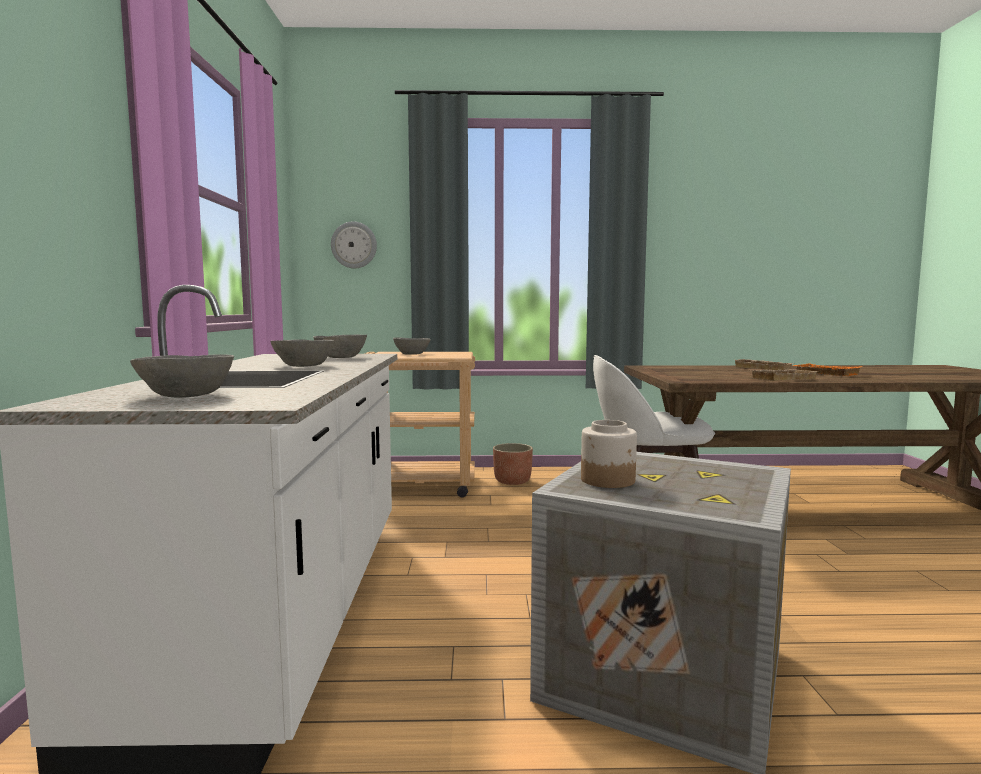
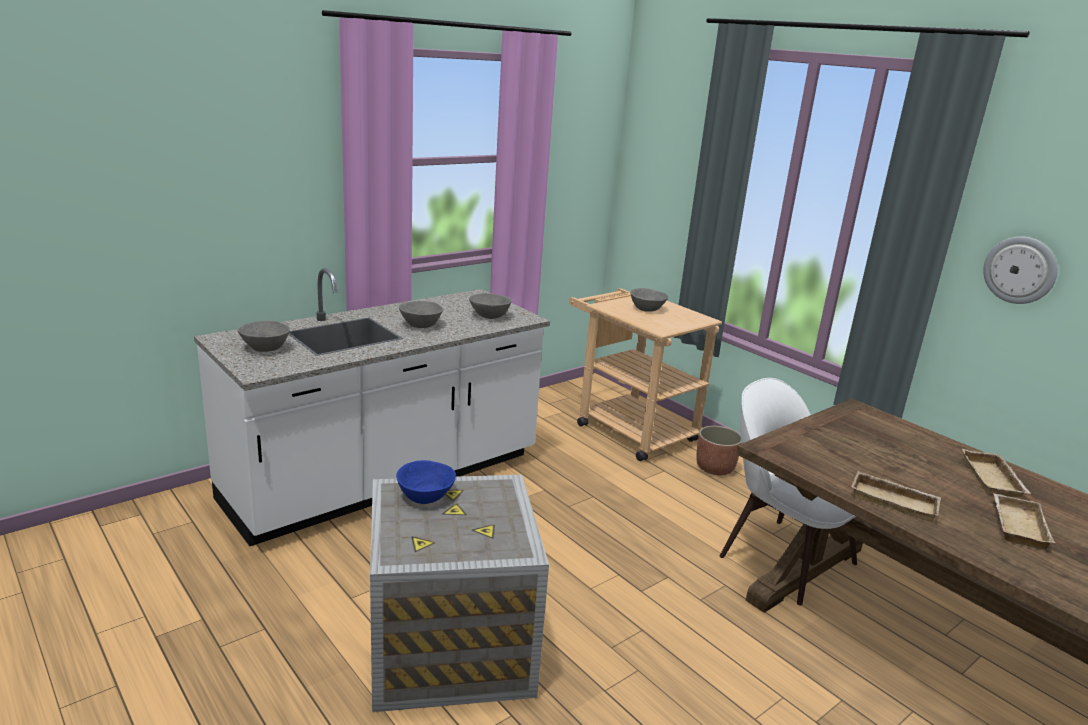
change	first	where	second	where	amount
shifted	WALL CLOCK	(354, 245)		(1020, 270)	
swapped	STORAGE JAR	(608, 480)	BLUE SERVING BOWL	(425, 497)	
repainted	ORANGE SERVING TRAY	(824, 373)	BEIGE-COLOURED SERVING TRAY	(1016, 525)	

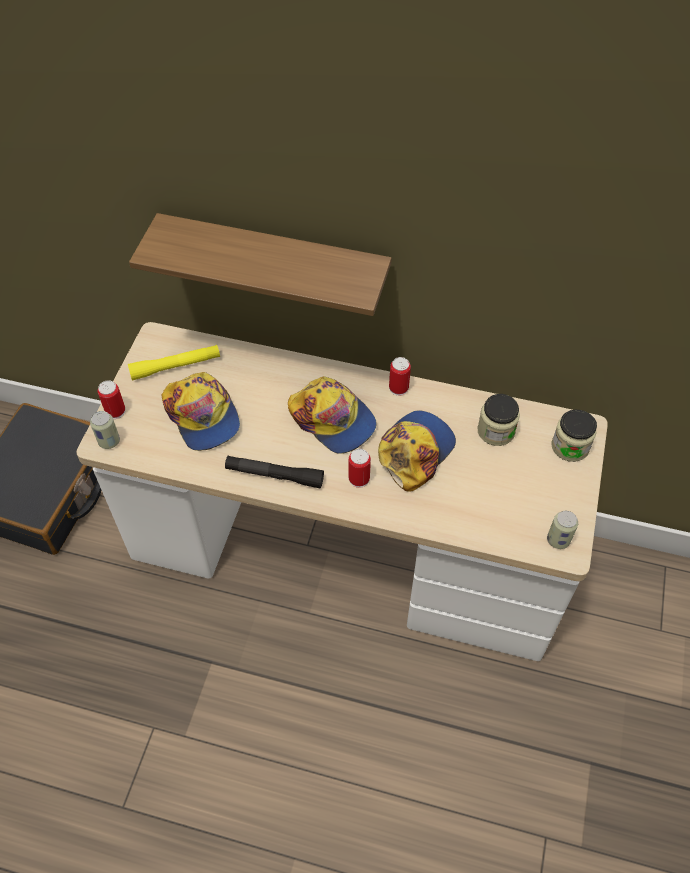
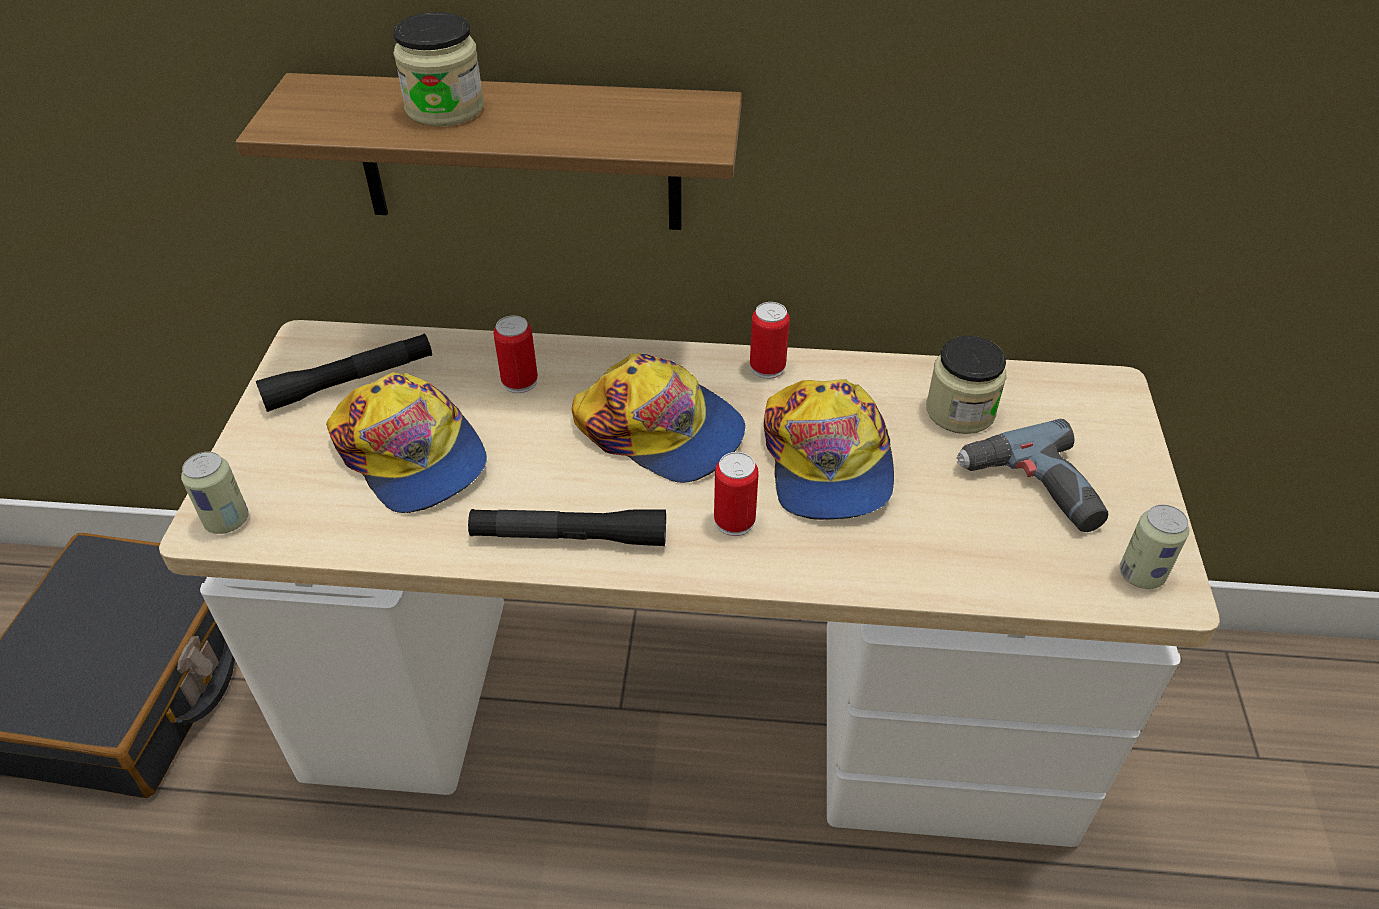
change	first	where	second	where	amount
new			ELECTRIC DRILL	(1032, 491)	
shifted	CAN	(115, 411)		(519, 381)	
shifted	STORAGE JAR	(570, 446)		(445, 108)	
repainted	YELLOWISH HAND TORCH	(175, 366)	BLACK HAND TORCH	(350, 381)	
rotated	PEAKED CAP	(415, 451)		(826, 462)	150 degrees clockwise

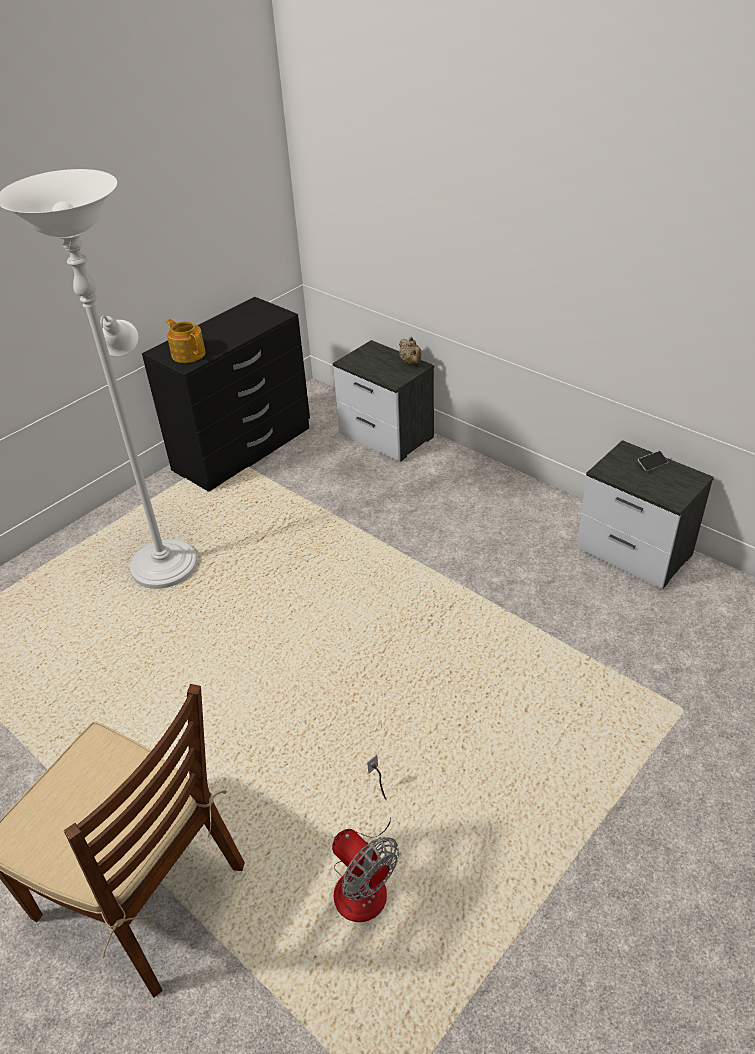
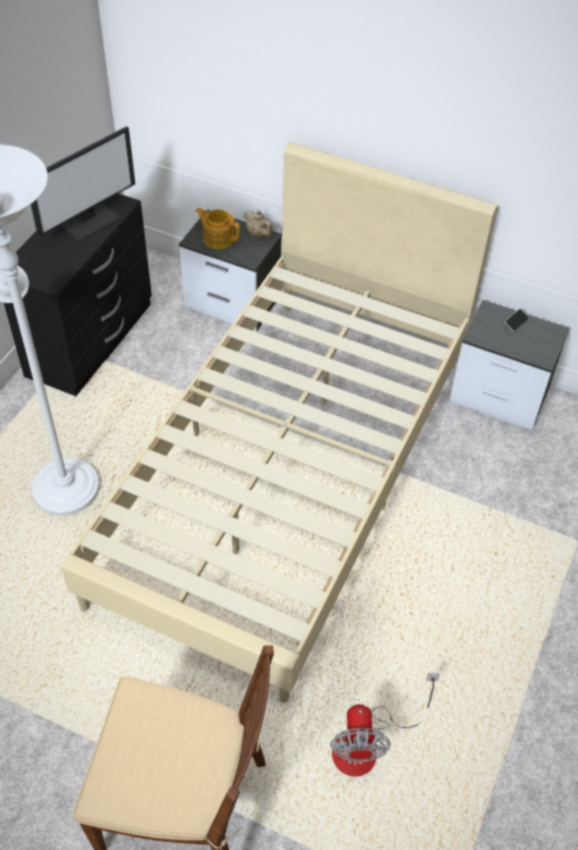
change	first	where	second	where	amount
new			COMPUTER DISPLAY	(89, 220)	
new			BEIGE-COLOURED SLEEPING BED	(287, 473)	
shifted	POT FOR TEA	(188, 354)		(218, 238)	
rotated	COOLING FAN	(364, 876)		(367, 744)	60 degrees clockwise

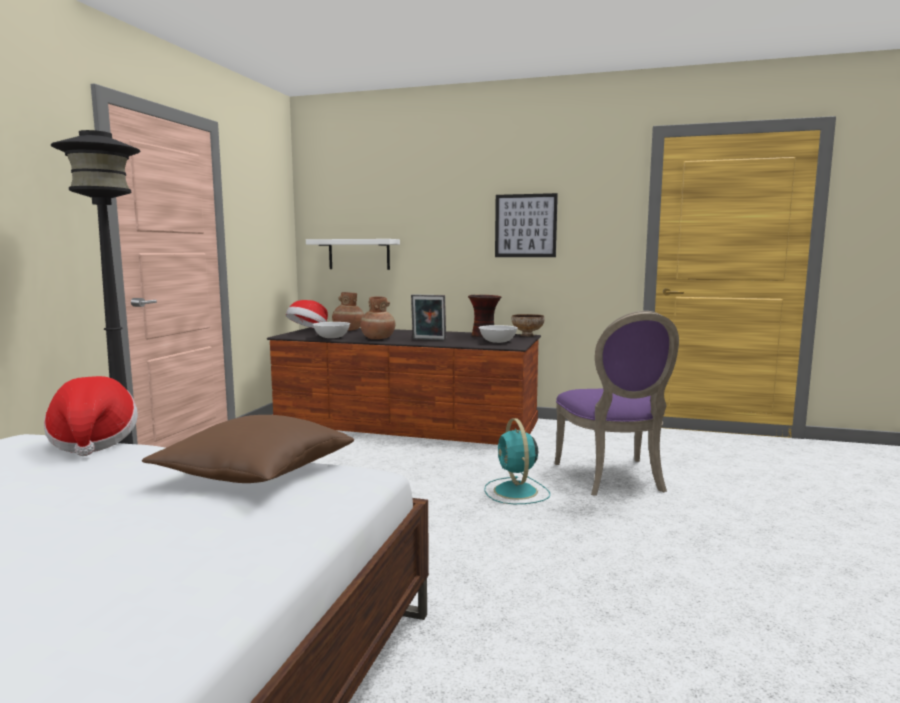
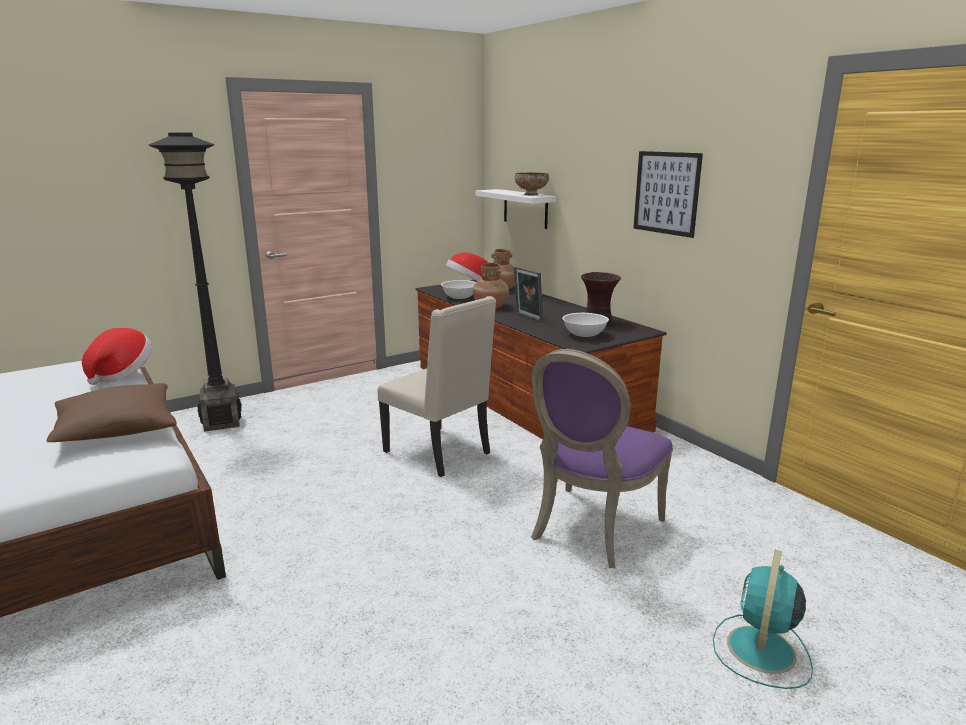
change	first	where	second	where	amount
new			BEIGE-COLOURED PLAIN CHAIR	(440, 453)	
shifted	TURQUOISE COOLING FAN	(516, 492)		(760, 651)	
shifted	SERVING BOWL	(527, 335)		(530, 194)	

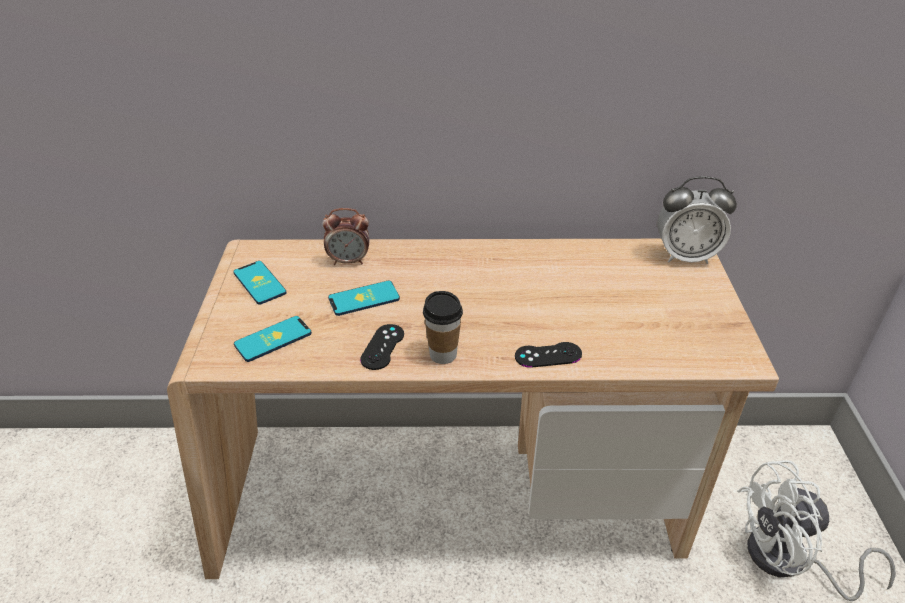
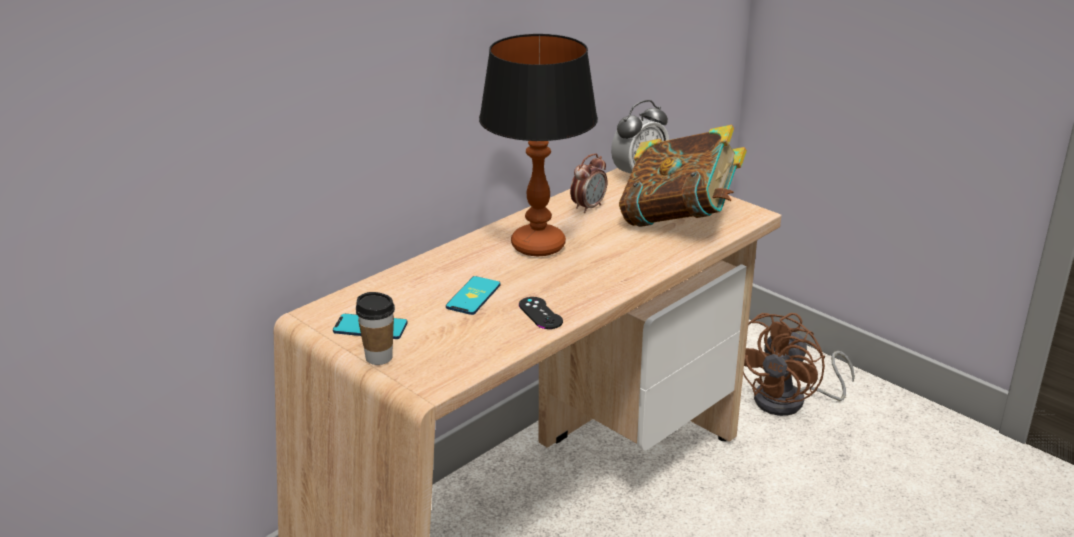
change	first	where	second	where	amount
gone	HANDSET	(273, 339)			
gone	BLACK GAMEPAD	(548, 355)			
new			TABLE LAMP	(539, 246)	
new			BOUND BOOK	(679, 220)	
shifted	BEDSIDE CLOCK	(349, 261)		(588, 207)	
shifted	DRINKING CUP	(443, 355)		(379, 357)	
repainted	WHITISH COOLING FAN	(789, 562)	BROWN COOLING FAN	(790, 401)	

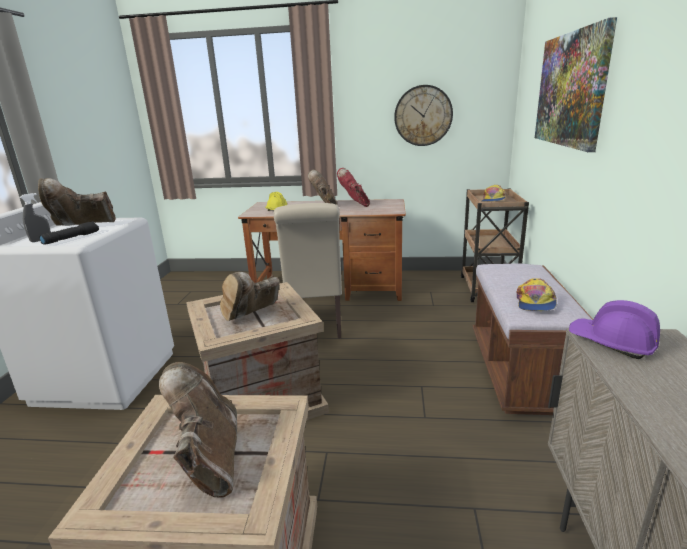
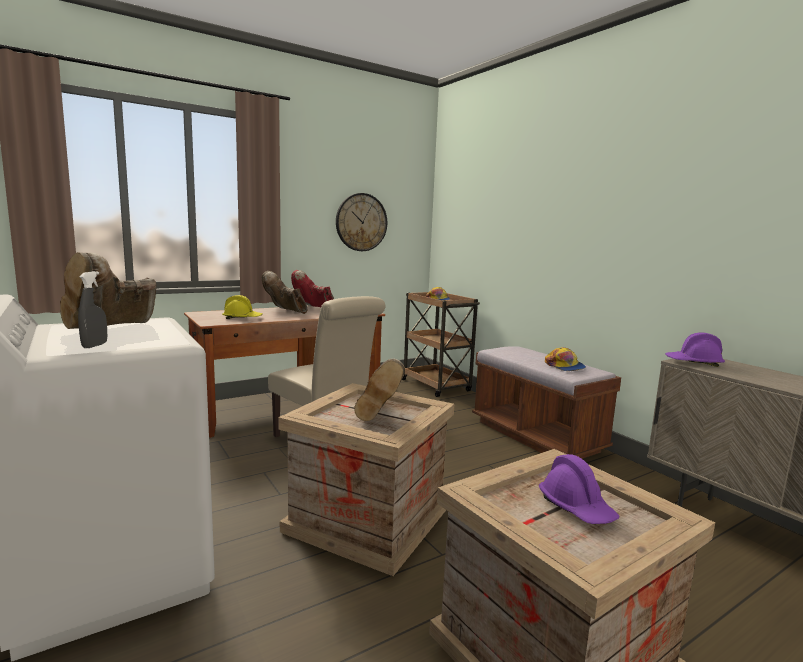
change	first	where	second	where	amount
gone	BLACK HAND TORCH	(71, 238)			
gone	WALL ART	(570, 90)			
swapped	BROWN TALL BOOT	(210, 459)	PURPLE SAFETY HELMET	(576, 508)	

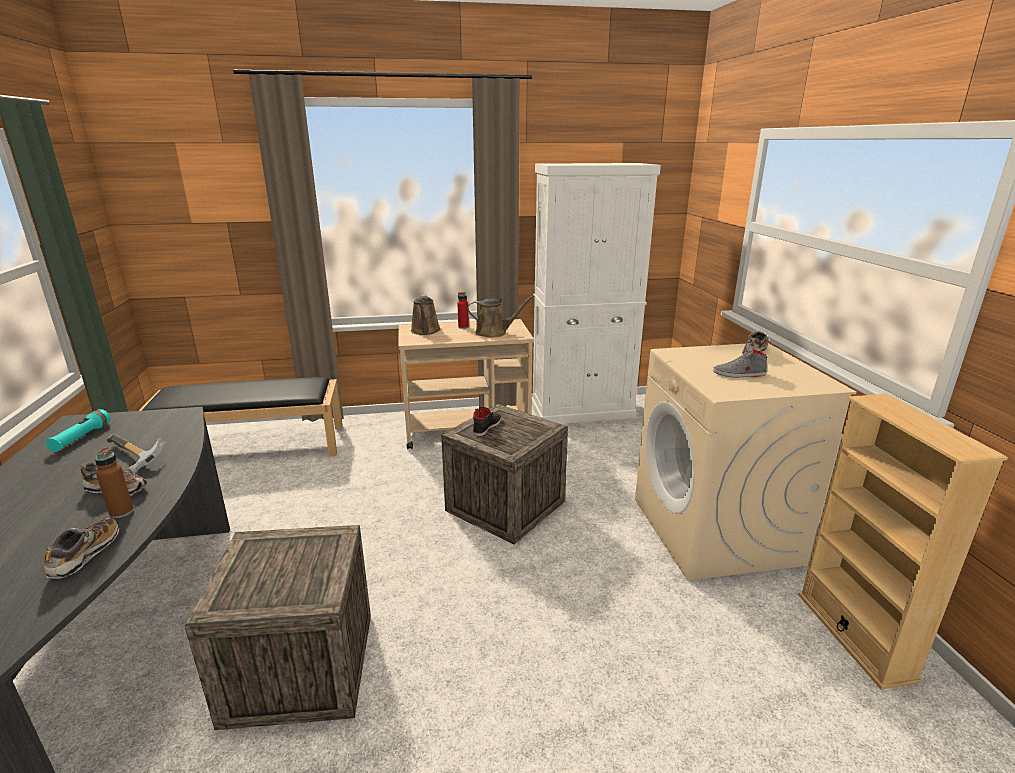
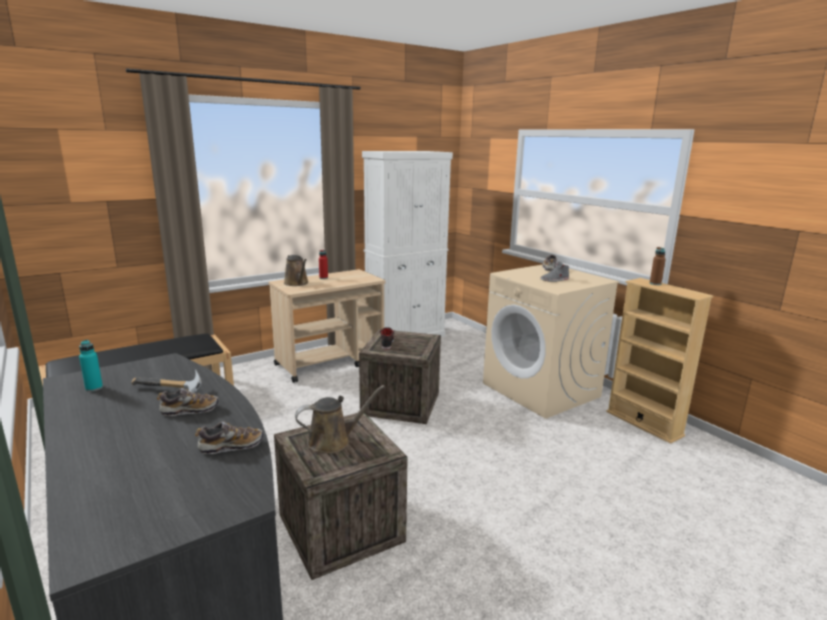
change	first	where	second	where	amount
shifted	BROWN BOTTLE	(122, 512)		(655, 283)	
shifted	BROWN WATERING POT	(494, 333)		(333, 441)	
swapped	TURQUOISE HAND TORCH	(81, 437)	TURQUOISE BOTTLE	(94, 388)	
rotated	ITEM OF FOOTWEAR	(85, 555)		(231, 446)	90 degrees clockwise

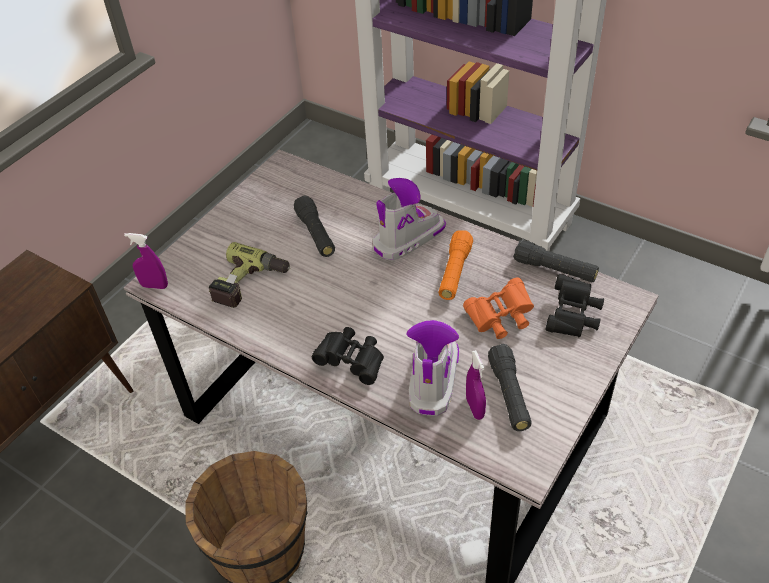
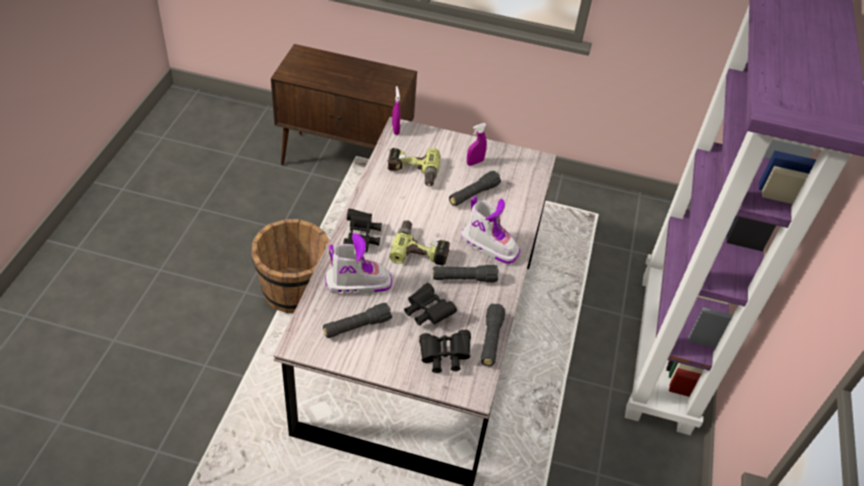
change	first	where	second	where	amount
new			ELECTRIC DRILL	(421, 249)	
shifted	PURPLE SPRAYER	(475, 408)		(475, 162)	
repainted	ORANGE HAND TORCH	(454, 272)	BLACK HAND TORCH	(464, 279)	
repainted	ORANGE BINOCULARS	(500, 318)	BLACK BINOCULARS	(427, 312)	

